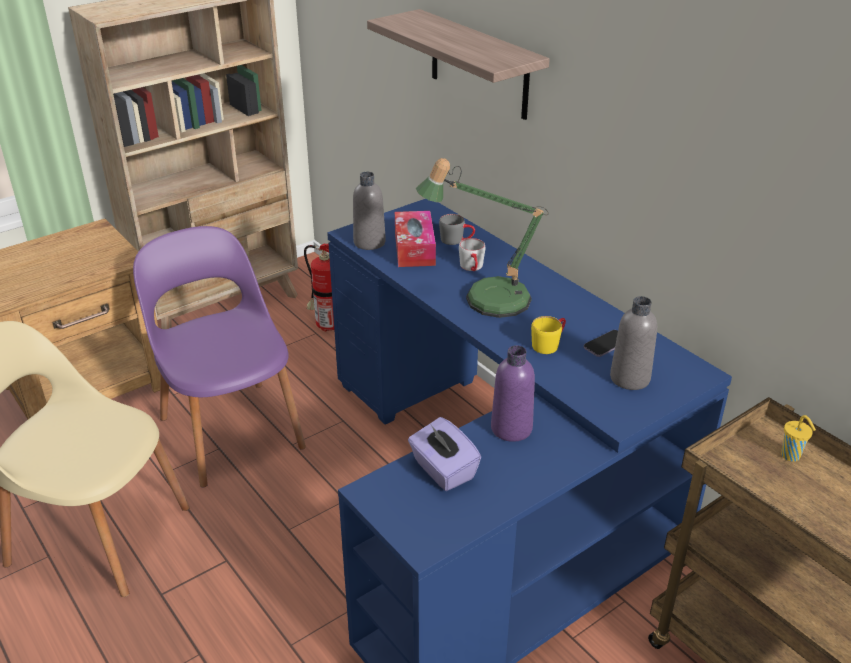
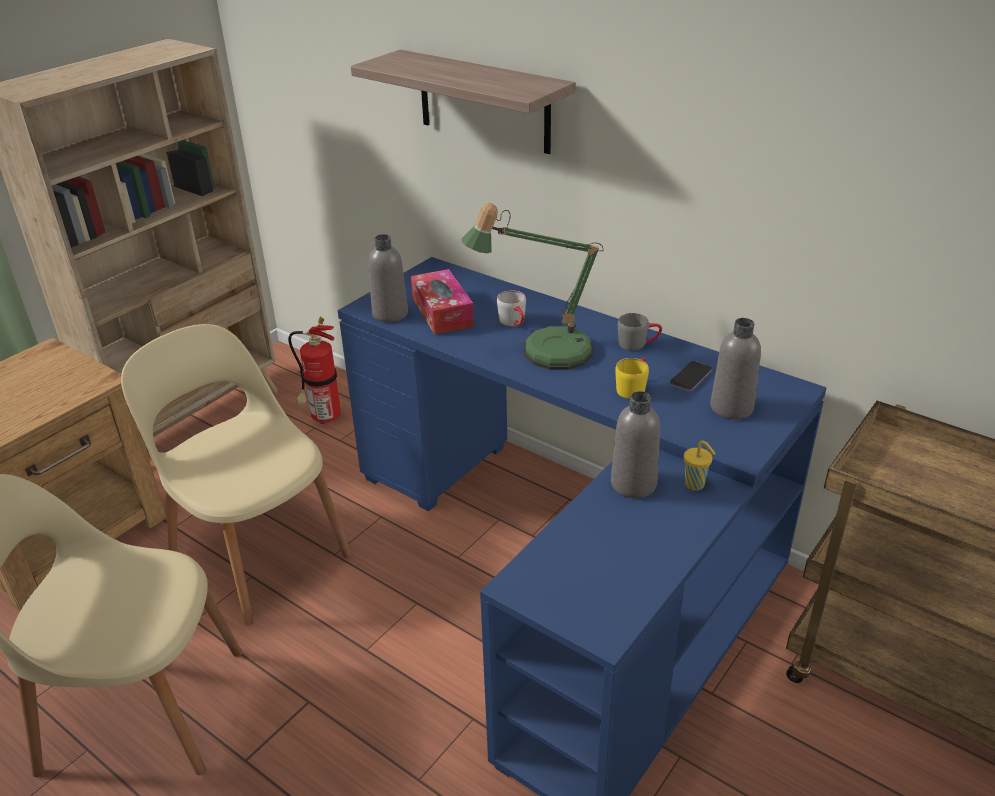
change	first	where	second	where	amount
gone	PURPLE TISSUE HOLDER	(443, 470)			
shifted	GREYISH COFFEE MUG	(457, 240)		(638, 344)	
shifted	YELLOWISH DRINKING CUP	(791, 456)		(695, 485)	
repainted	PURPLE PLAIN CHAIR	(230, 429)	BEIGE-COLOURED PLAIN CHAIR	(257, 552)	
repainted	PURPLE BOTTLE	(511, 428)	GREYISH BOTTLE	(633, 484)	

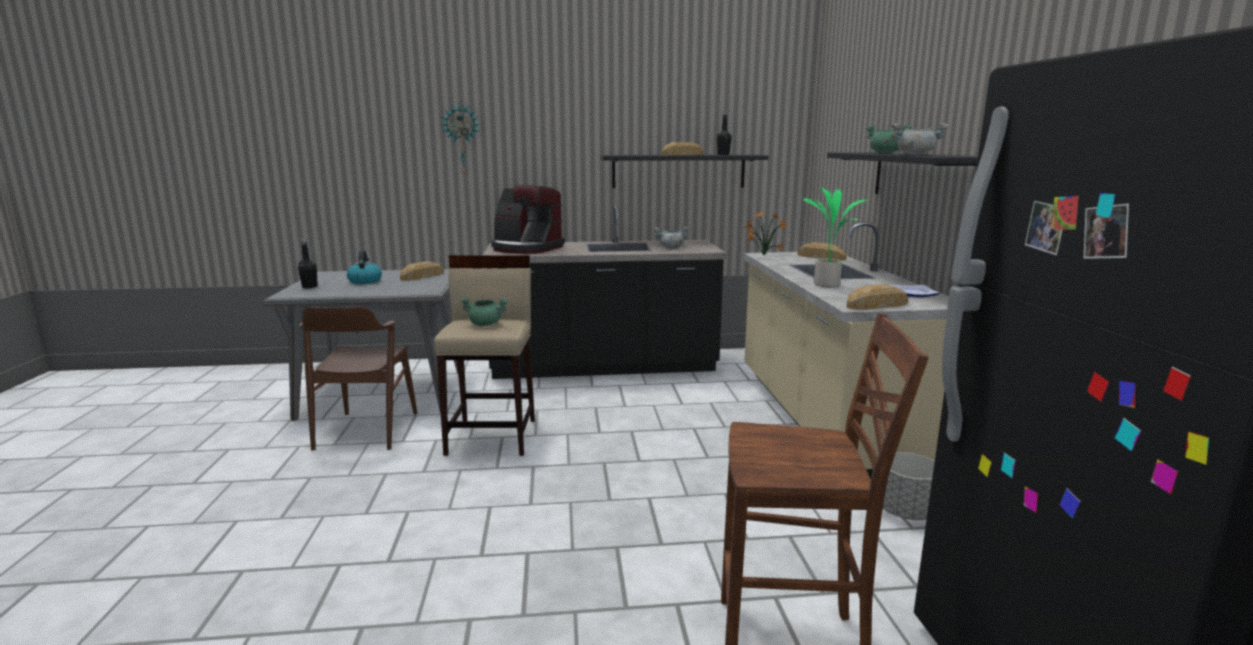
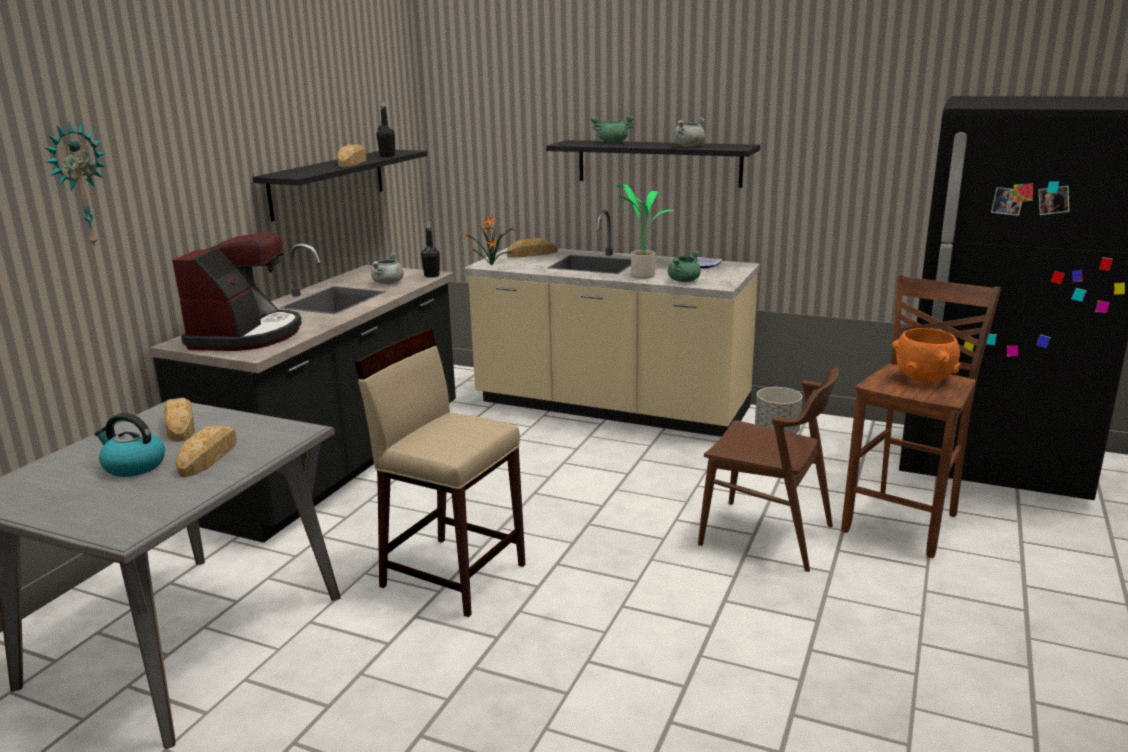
change	first	where	second	where	amount
new			ORANGE SERVING BOWL	(923, 378)	
shifted	BLACK BOTTLE	(310, 287)		(432, 276)	
shifted	BROWN PLAIN CHAIR	(366, 430)		(766, 535)	
shifted	GREEN-COLOURED COOKING POT	(486, 324)		(683, 280)	
shifted	BAKED BREAD	(877, 305)		(209, 456)	
rotated	COFFEE MAKER	(526, 248)		(246, 335)	45 degrees counterclockwise

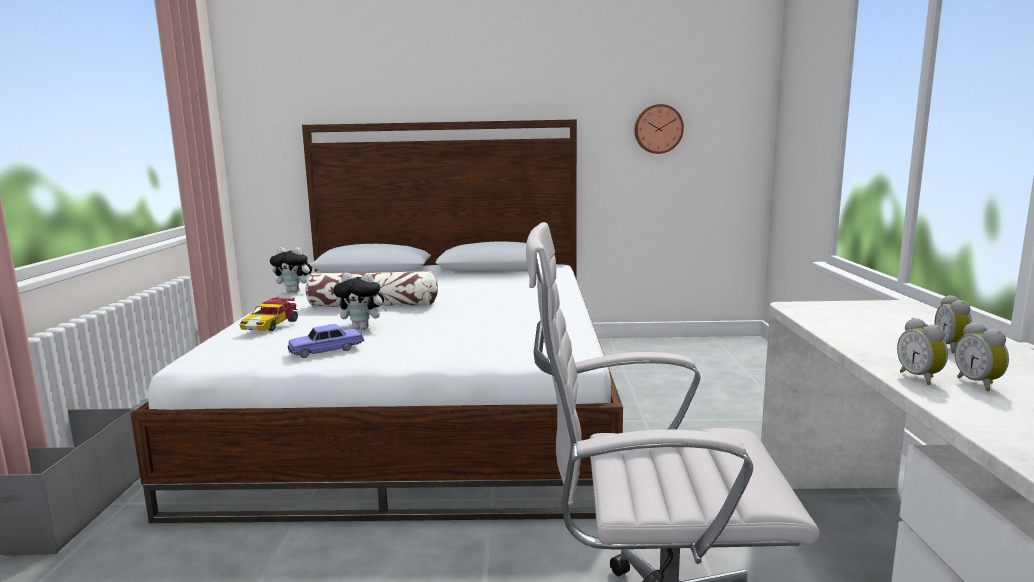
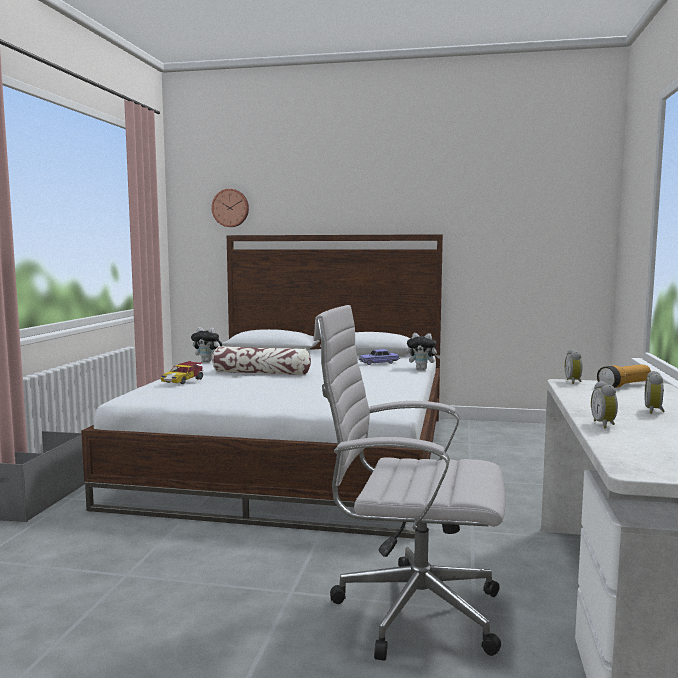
change	first	where	second	where	amount
new			HAND TORCH	(624, 386)	
shifted	MODEL CAR	(326, 350)		(379, 363)	
shifted	CUDDLY TOY	(363, 328)		(422, 369)	
shifted	WALL CLOCK	(658, 129)		(230, 208)	
shifted	BEDSIDE CLOCK	(979, 384)		(574, 382)	

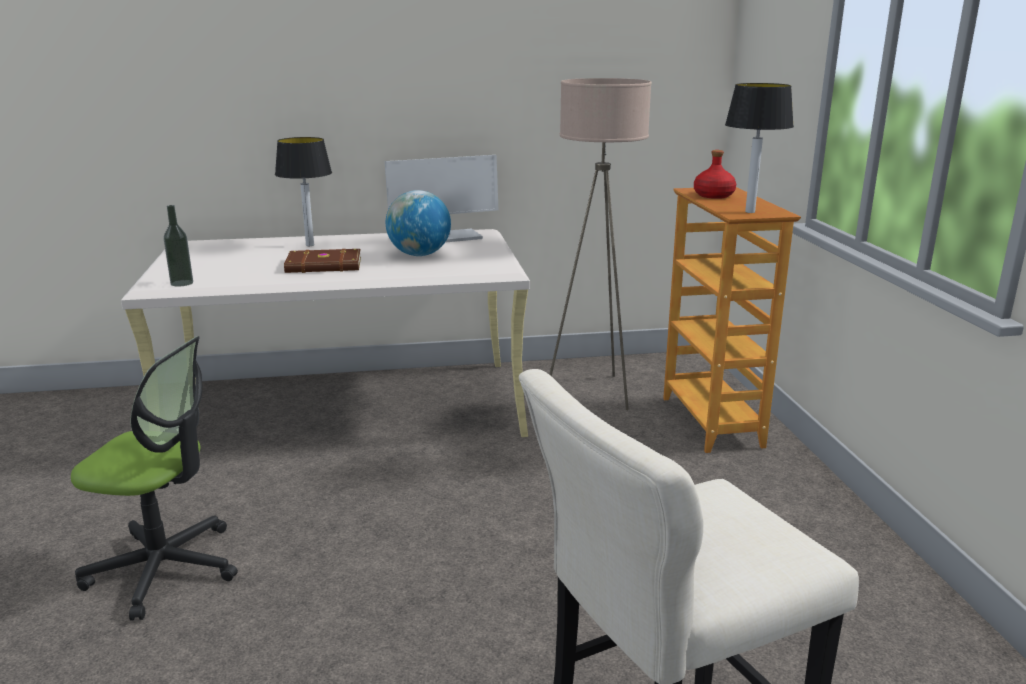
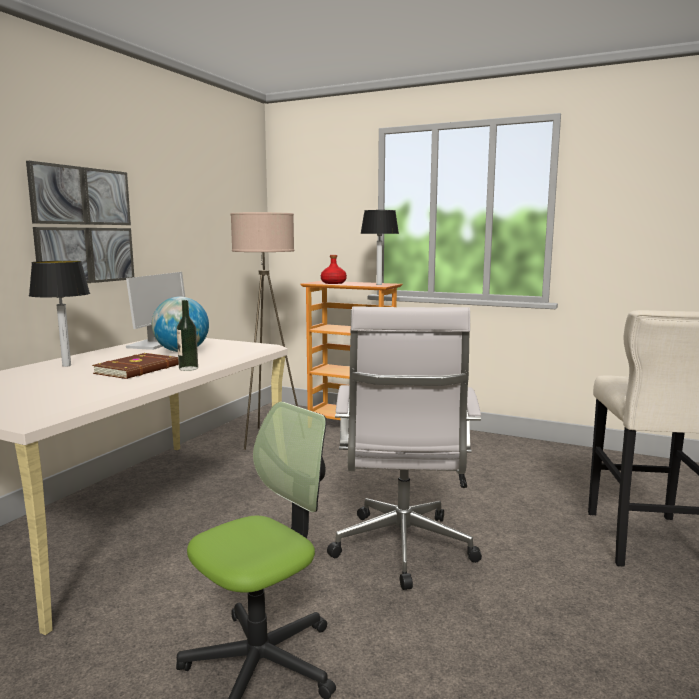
change	first	where	second	where	amount
new			WALL ART	(83, 226)	
new			WHITISH DESK CHAIR	(402, 551)	
shifted	BOTTLE	(182, 283)		(188, 368)	

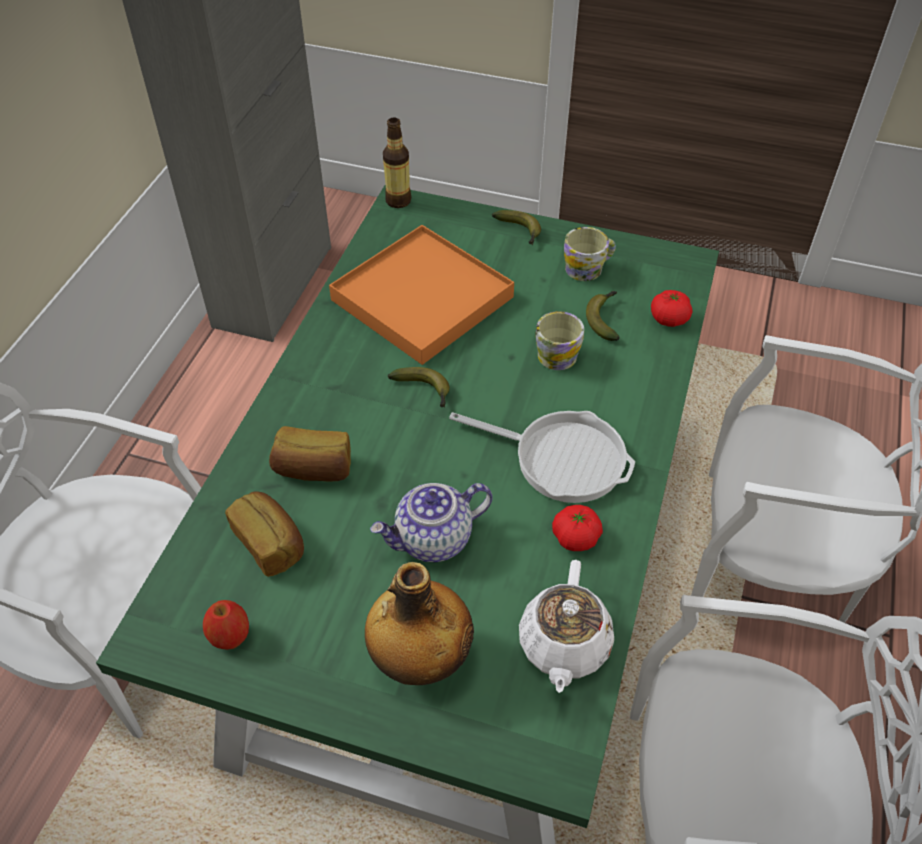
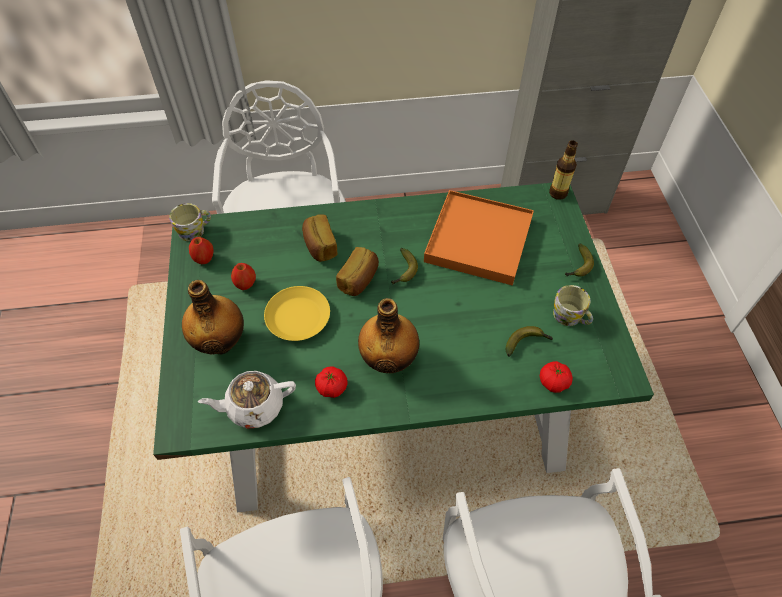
change	first	where	second	where	amount
new			APPLE	(245, 284)	
shifted	BAKED BREAD	(270, 543)		(359, 280)	
shifted	COFFEE MUG	(556, 352)		(195, 230)	
swapped	POT FOR TEA	(433, 540)	YELLOWISH PLATE	(298, 318)	
swapped	PAN	(561, 458)	BOTTLE	(389, 359)	

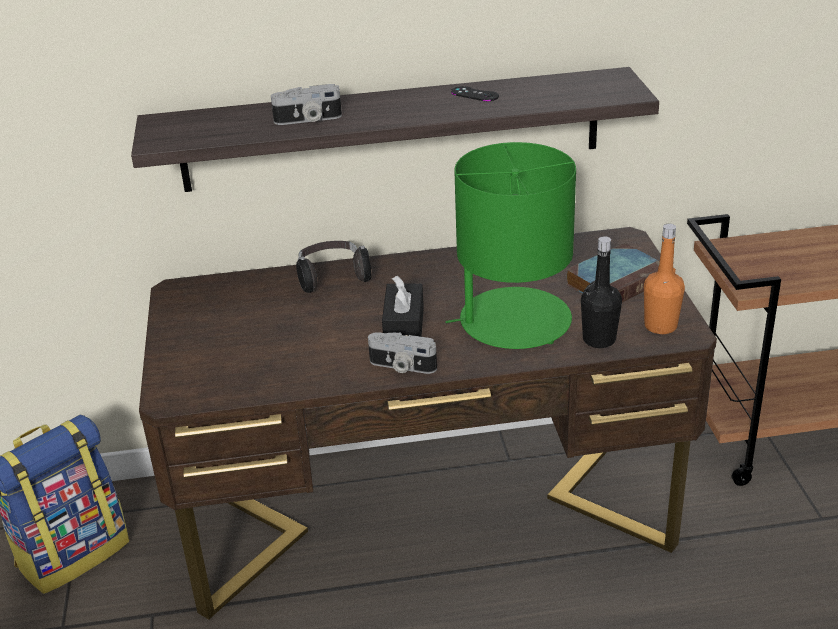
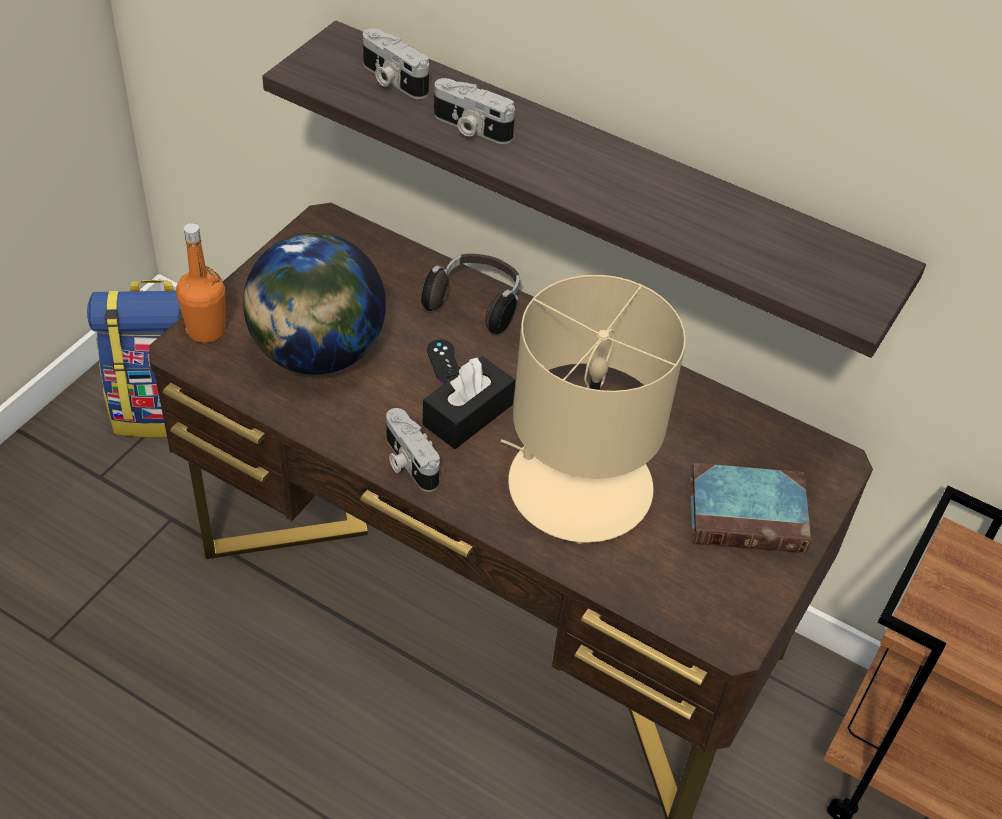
change	first	where	second	where	amount
gone	BLACK BOTTLE	(599, 340)			
new			WORLD GLOBE	(317, 353)	
new			PHOTO CAMERA	(392, 80)	
shifted	BLACK GAMEPAD	(474, 94)		(445, 363)	
shifted	ORANGE BOTTLE	(660, 326)		(206, 330)	
repainted	GREEN-COLOURED TABLE LAMP	(513, 321)	BEIGE-COLOURED TABLE LAMP	(578, 486)	

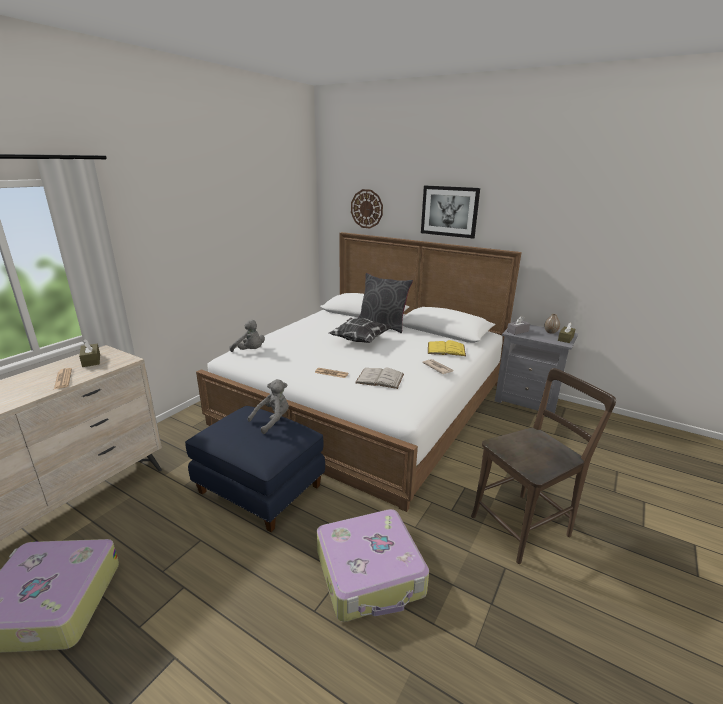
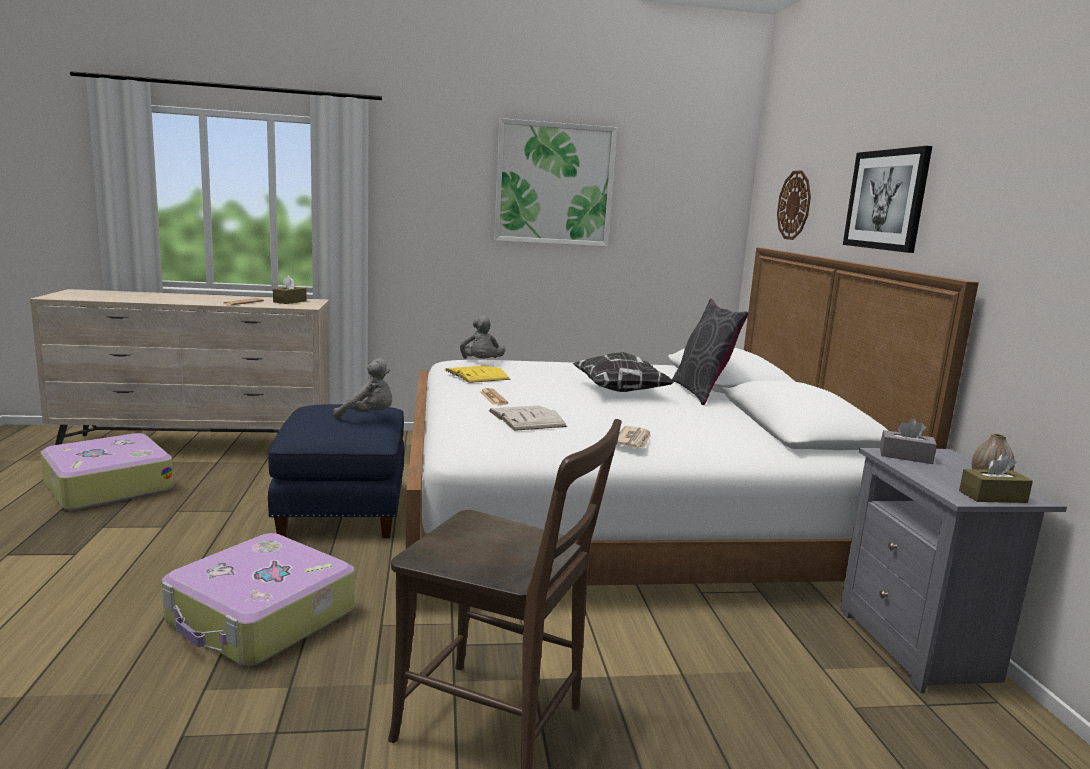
change	first	where	second	where	amount
new			WALL ART	(554, 184)	
shifted	YELLOWISH BOUND BOOK	(446, 349)		(477, 375)	

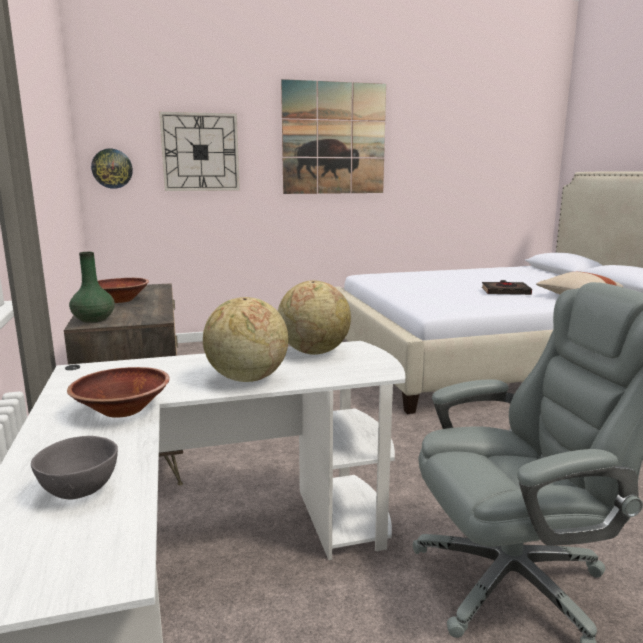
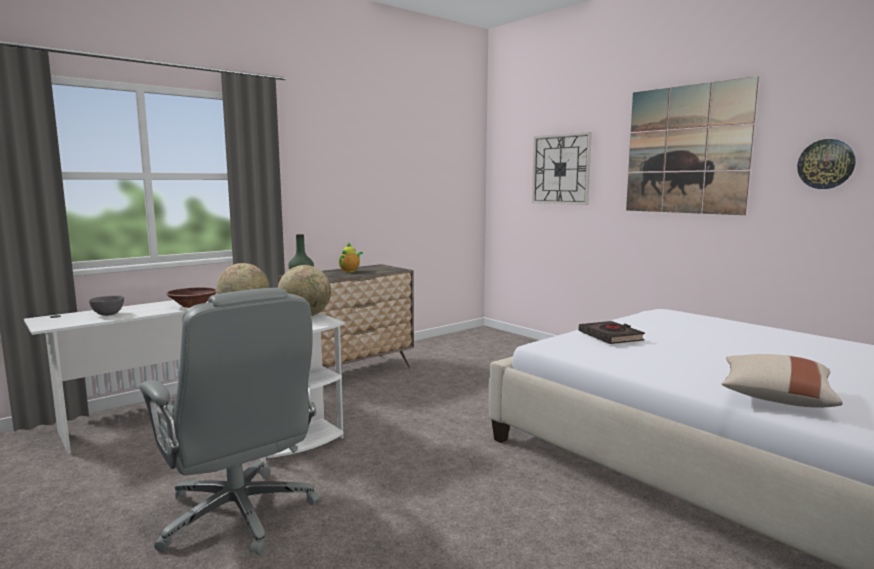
change	first	where	second	where	amount
shifted	WALL CLOCK	(112, 168)		(826, 164)	
shifted	BLACK BOUND BOOK	(505, 292)		(610, 337)	
swapped	BROWN SERVING BOWL	(120, 300)	POT FOR TEA	(350, 271)	

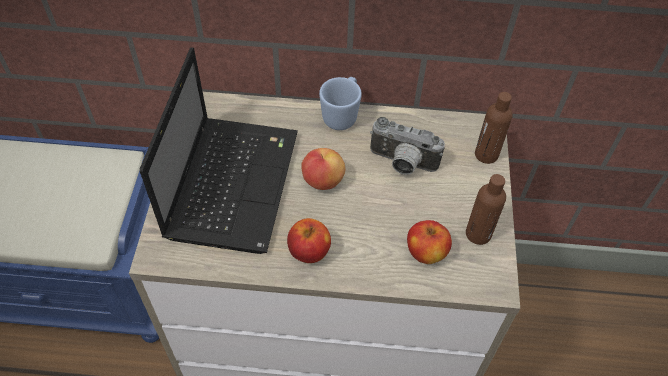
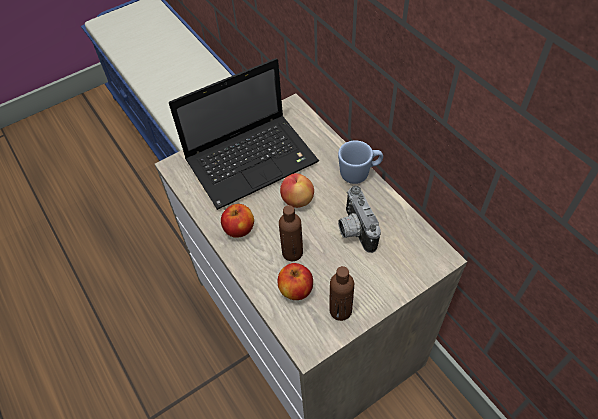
change	first	where	second	where	amount
shifted	BROWN BOTTLE	(486, 154)		(292, 252)	

